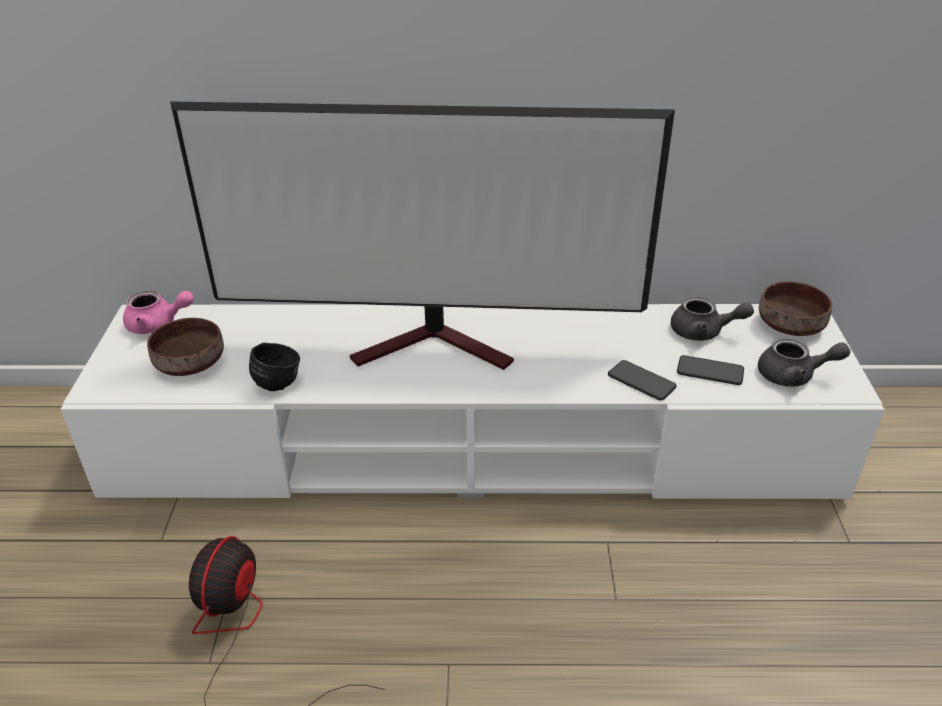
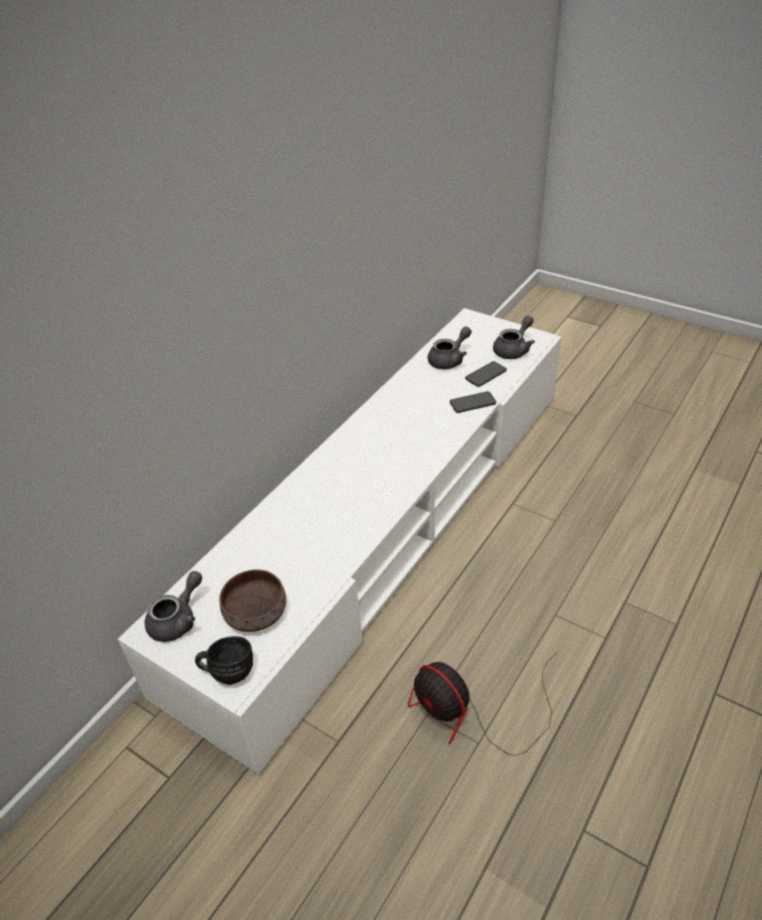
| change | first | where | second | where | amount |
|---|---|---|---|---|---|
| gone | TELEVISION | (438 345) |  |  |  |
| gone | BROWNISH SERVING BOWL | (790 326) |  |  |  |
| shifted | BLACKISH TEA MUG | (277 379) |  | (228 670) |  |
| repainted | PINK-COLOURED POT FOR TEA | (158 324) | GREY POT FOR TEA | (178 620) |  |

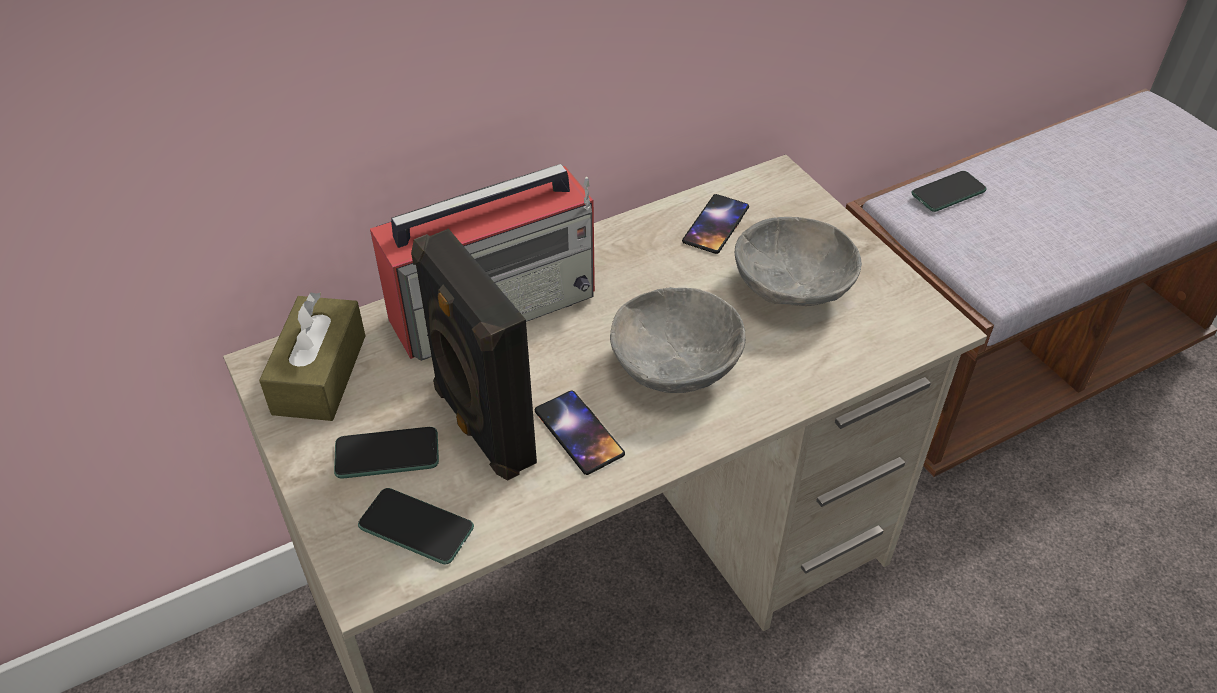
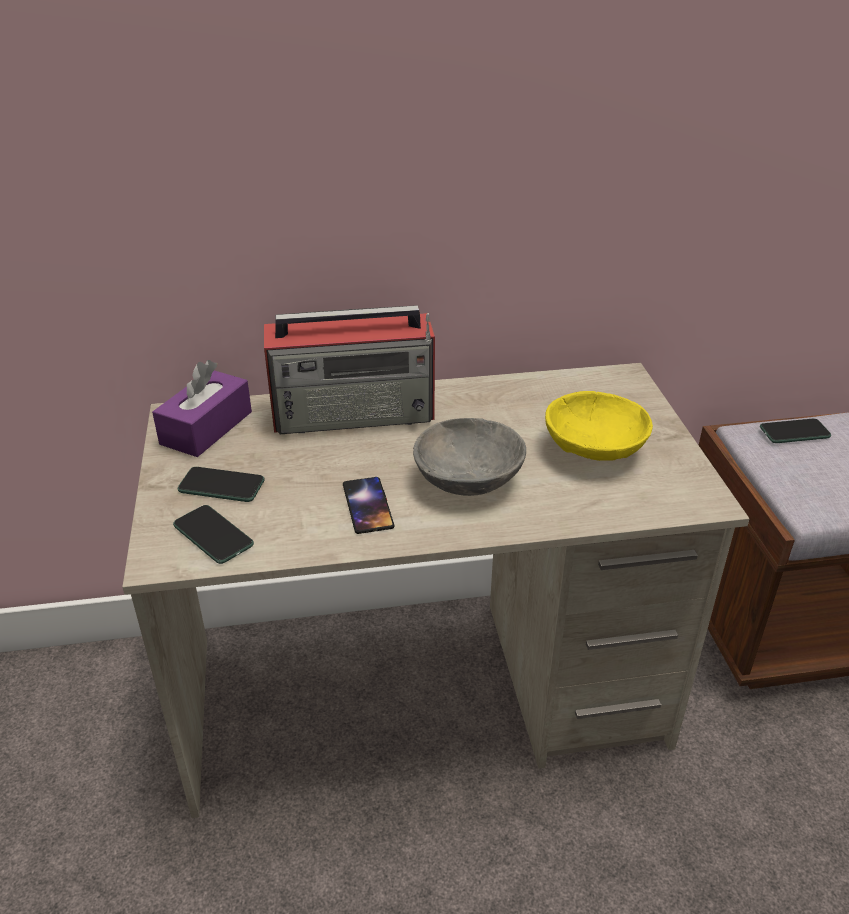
| change | first | where | second | where | amount |
|---|---|---|---|---|---|
| gone | BLACKISH LOUDSPEAKER | (481 427) |  |  |  |
| gone | HANDSET | (716 224) |  |  |  |
| repainted | BROWNISH TISSUE BOX | (319 374) | PURPLE-COLOURED TISSUE BOX | (206 428) |  |
| repainted | GREY SERVING BOWL | (793 290) | YELLOW-COLOURED SERVING BOWL | (594 451) |  |

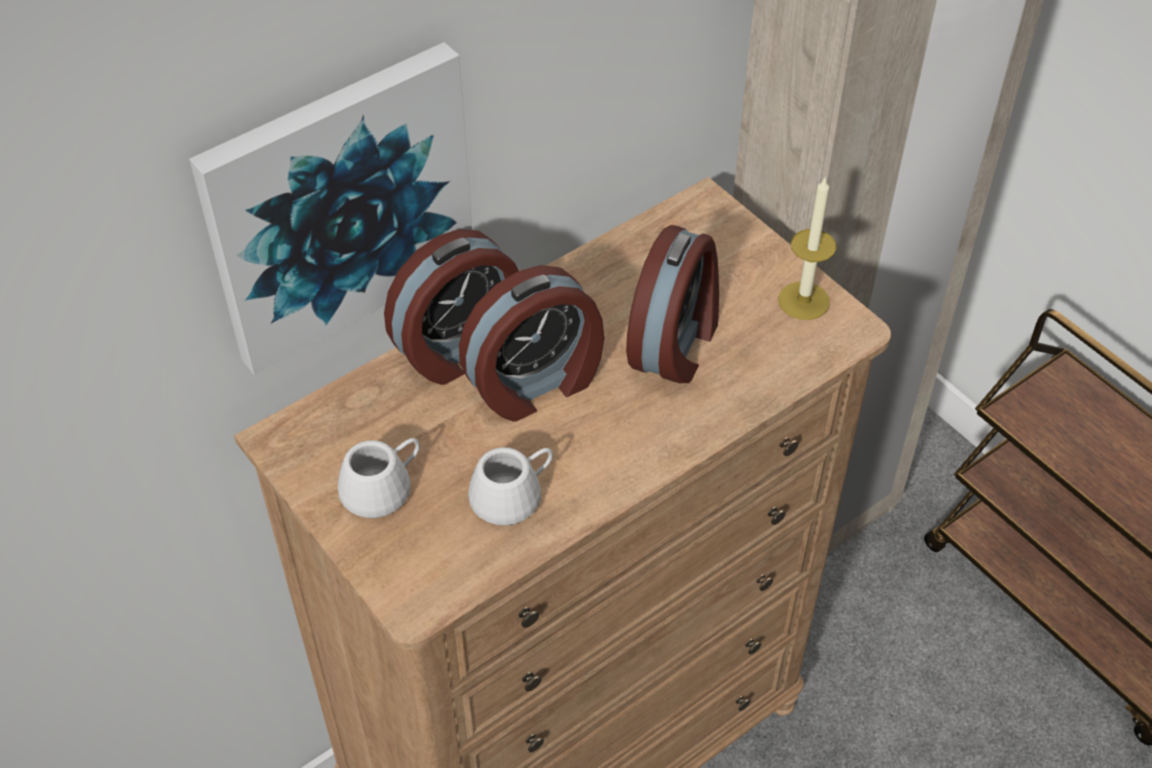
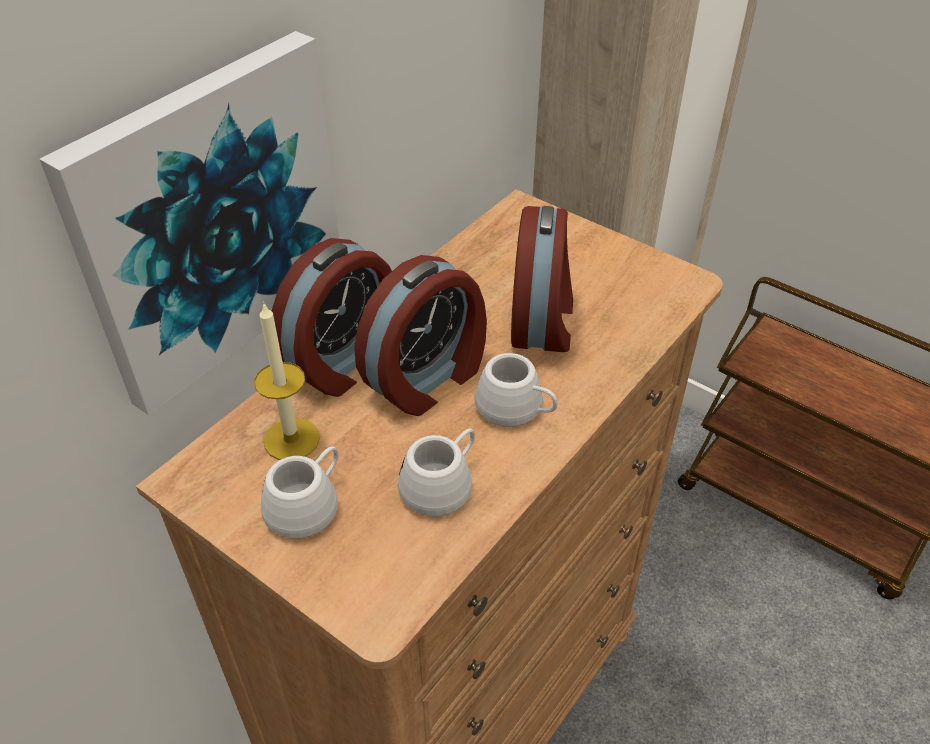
| change | first | where | second | where | amount |
|---|---|---|---|---|---|
| new |  |  | WHITISH TEA MUG | (516 409) |  |
| shifted | CANDLE | (803 301) |  | (291 439) |  |

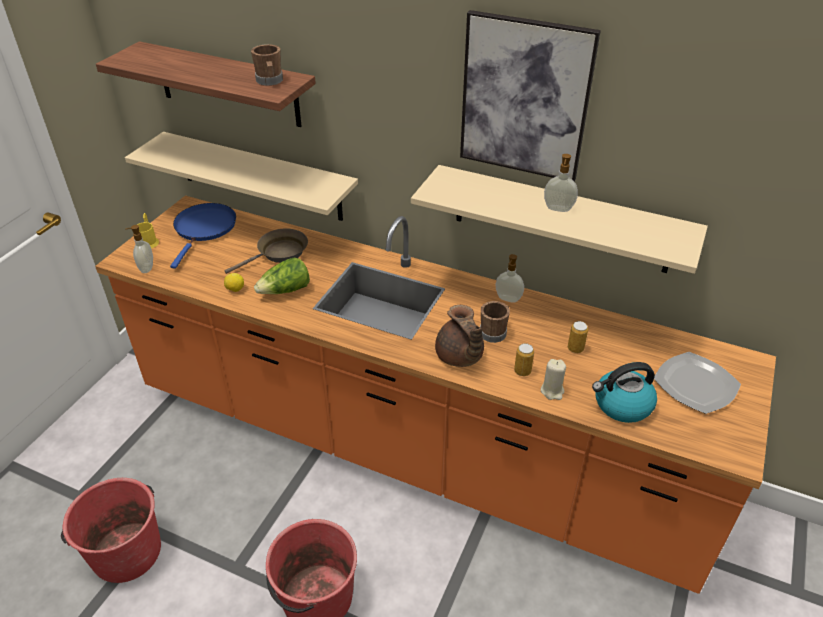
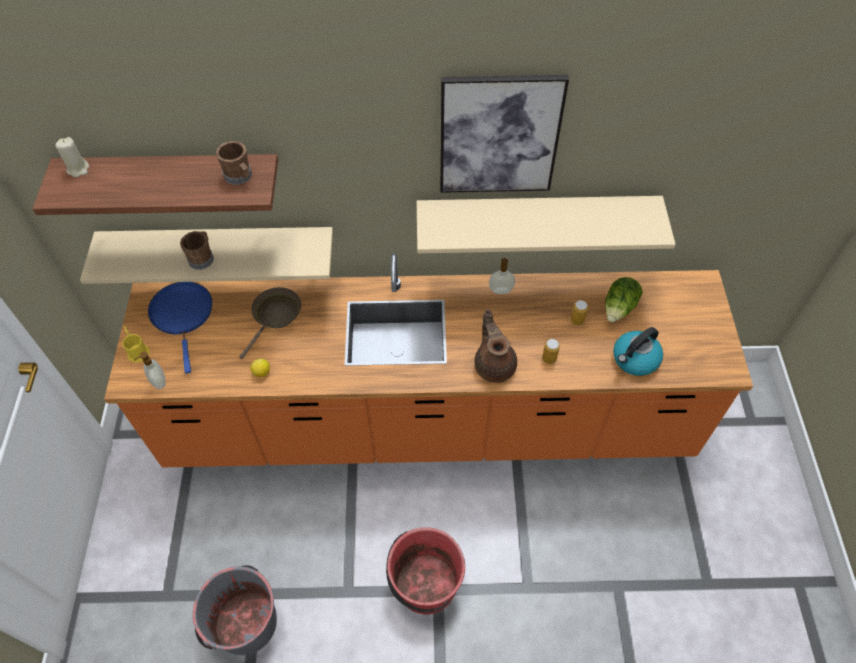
| change | first | where | second | where | amount |
|---|---|---|---|---|---|
| gone | SOAP BOTTLE | (558 209) |  |  |  |
| gone | PLATE | (695 384) |  |  |  |
| shifted | LETTUCE HEAD | (285 291) |  | (619 308) |  |
| shifted | BROWNISH TEA MUG | (494 332) |  | (202 257) |  |
| shifted | BEIGE-COLOURED CANDLE | (552 391) |  | (78 169) |  |
| repainted | REDDISH PAIL | (126 552) | GREY PAIL | (245 623) |  |
| rotated | BROWNISH POT FOR TEA | (459 357) |  | (494 365) | 150 degrees counterclockwise |

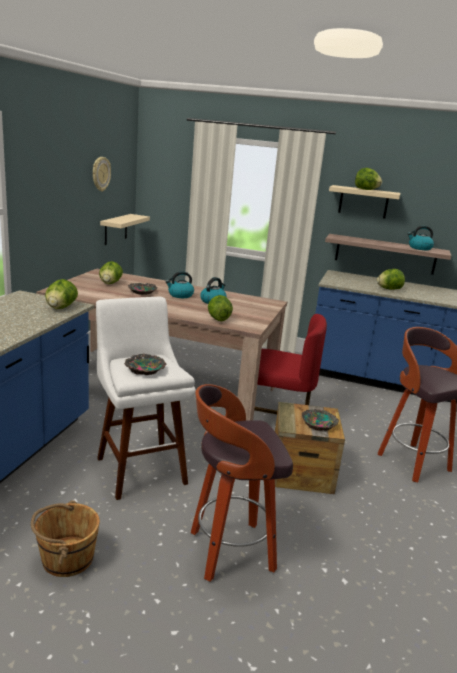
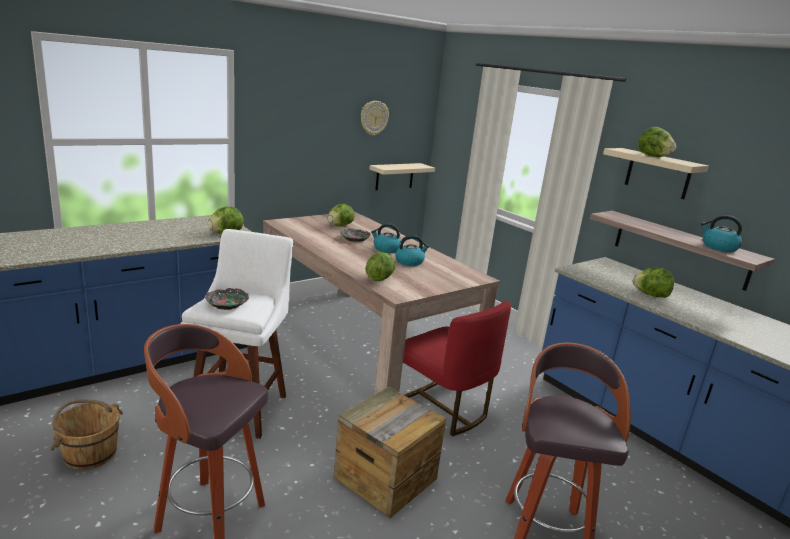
| change | first | where | second | where | amount |
|---|---|---|---|---|---|
| gone | SERVING BOWL | (319 423) |  |  |  |

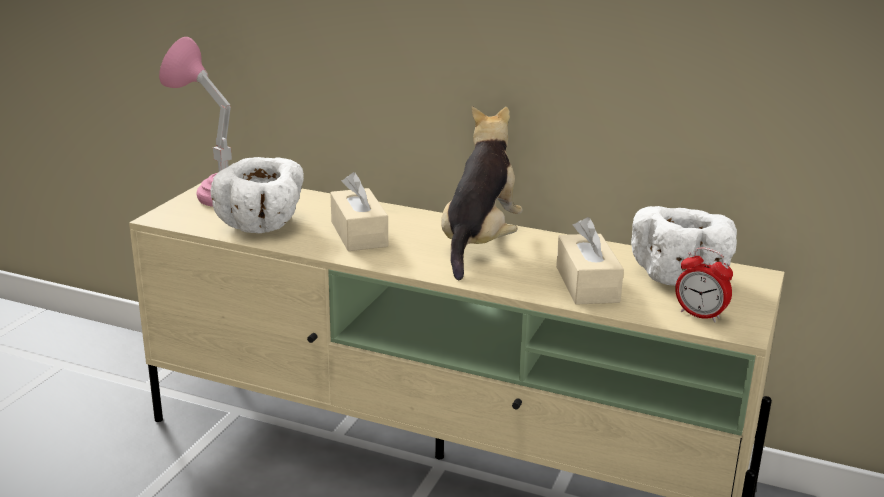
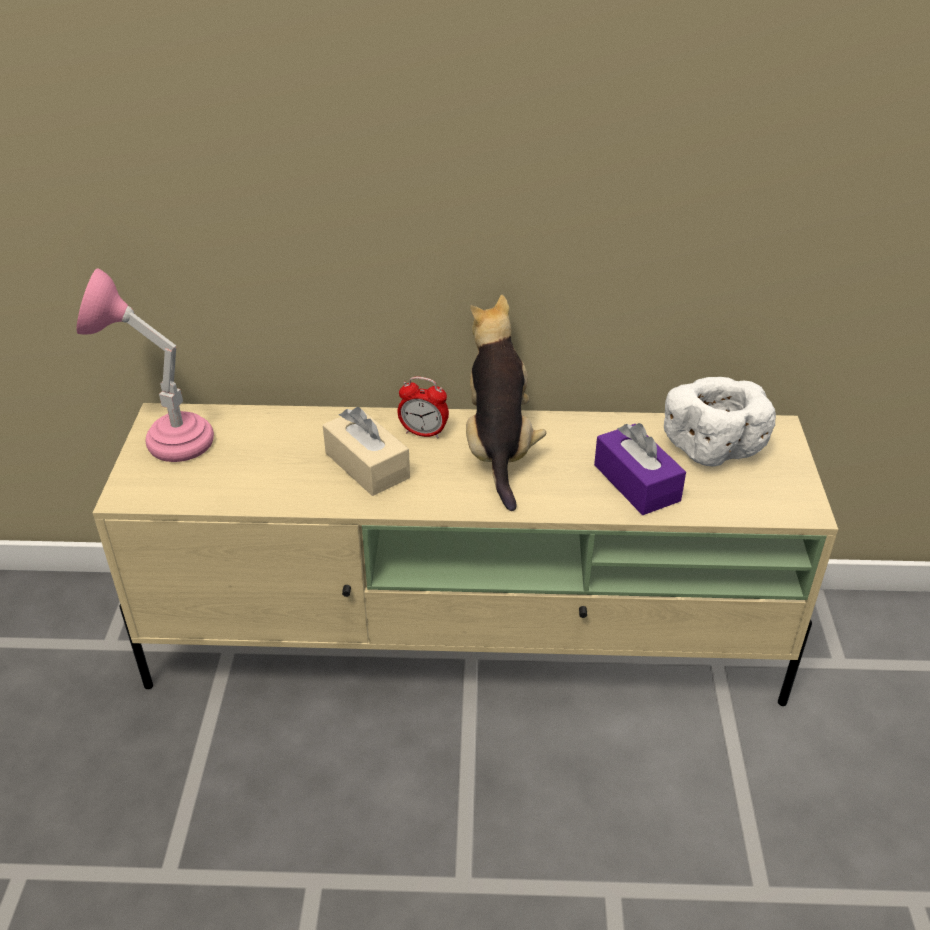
| change | first | where | second | where | amount |
|---|---|---|---|---|---|
| gone | WHITISH SERVING BOWL | (262 225) |  |  |  |
| shifted | TABLE CLOCK | (700 315) |  | (423 433) |  |
| repainted | BEIGE-COLOURED TISSUE BOX | (587 284) | PURPLE-COLOURED TISSUE BOX | (636 483) |  |

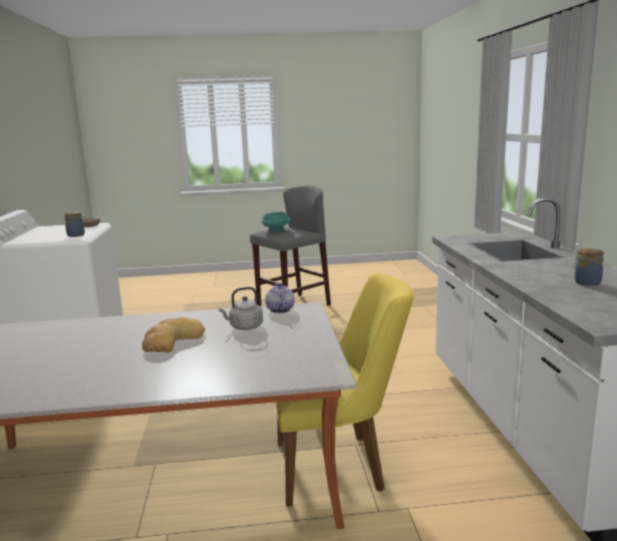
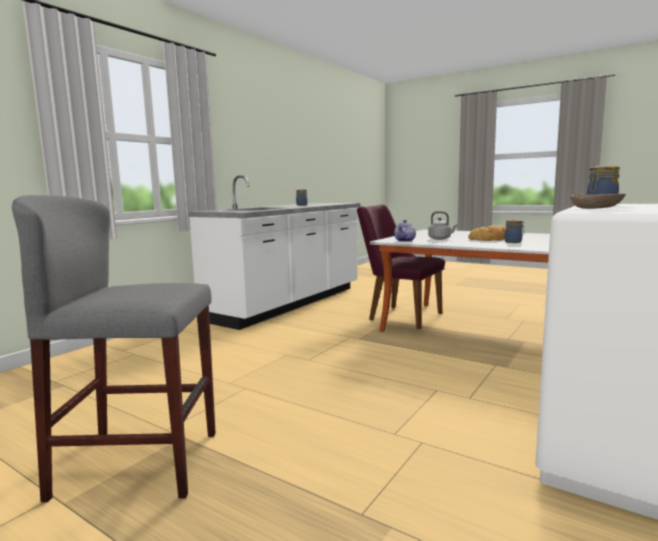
| change | first | where | second | where | amount |
|---|---|---|---|---|---|
| gone | TURQUOISE SERVING BOWL | (276 230) |  |  |  |
| new |  |  | JAR | (514 242) |  |
| repainted | YELLOW-COLOURED UPRIGHT CHAIR | (339 465) | PURPLE-COLOURED UPRIGHT CHAIR | (398 315) |  |

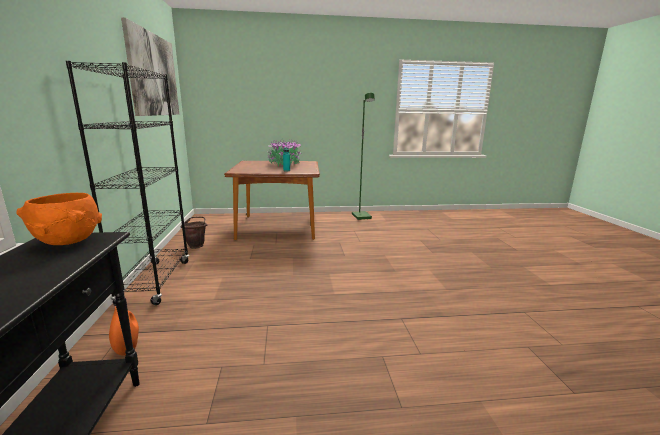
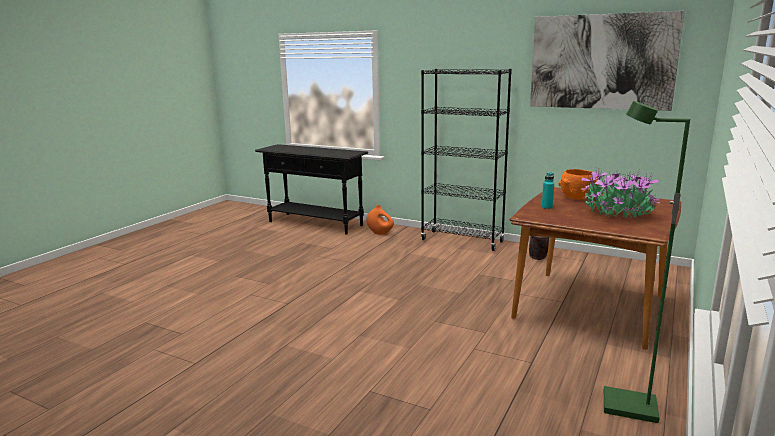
| change | first | where | second | where | amount |
|---|---|---|---|---|---|
| shifted | ORANGEY SERVING BOWL | (68 241) |  | (577 198) |  |

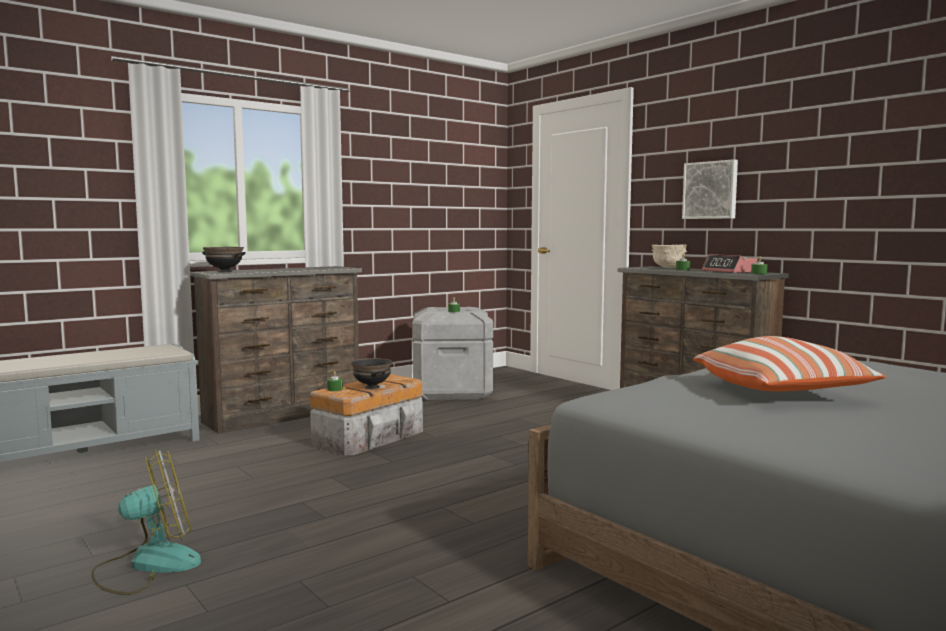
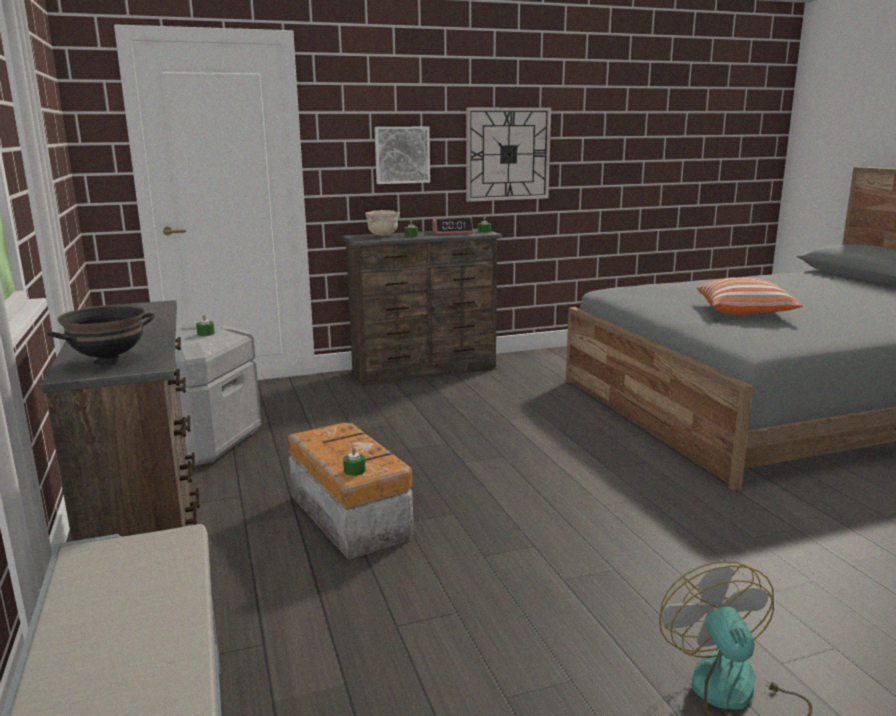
| change | first | where | second | where | amount |
|---|---|---|---|---|---|
| gone | BLACKISH SERVING BOWL | (372 387) |  |  |  |
| new |  |  | CLOCK ON THE WALL | (507 154) |  |

